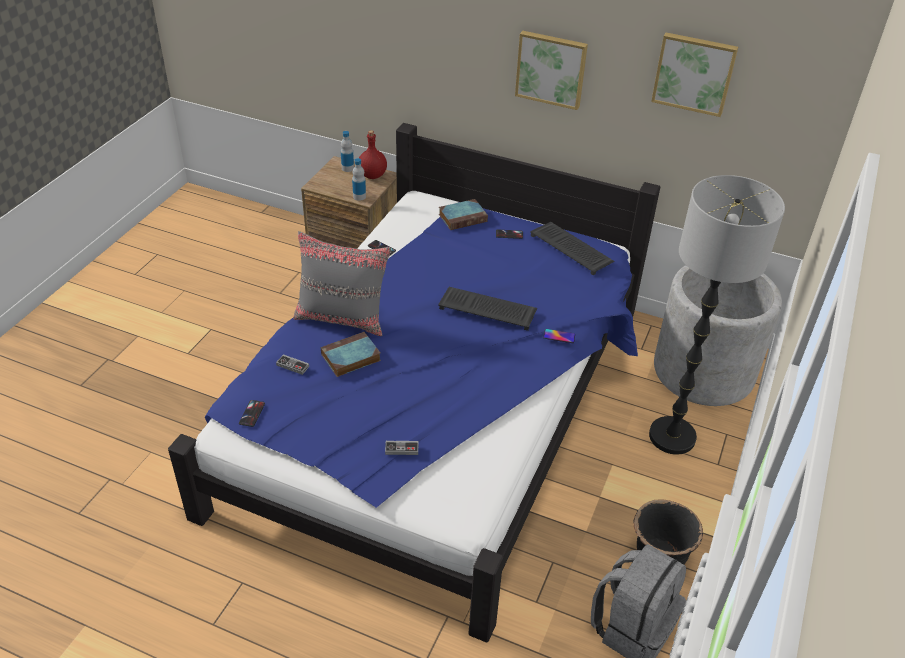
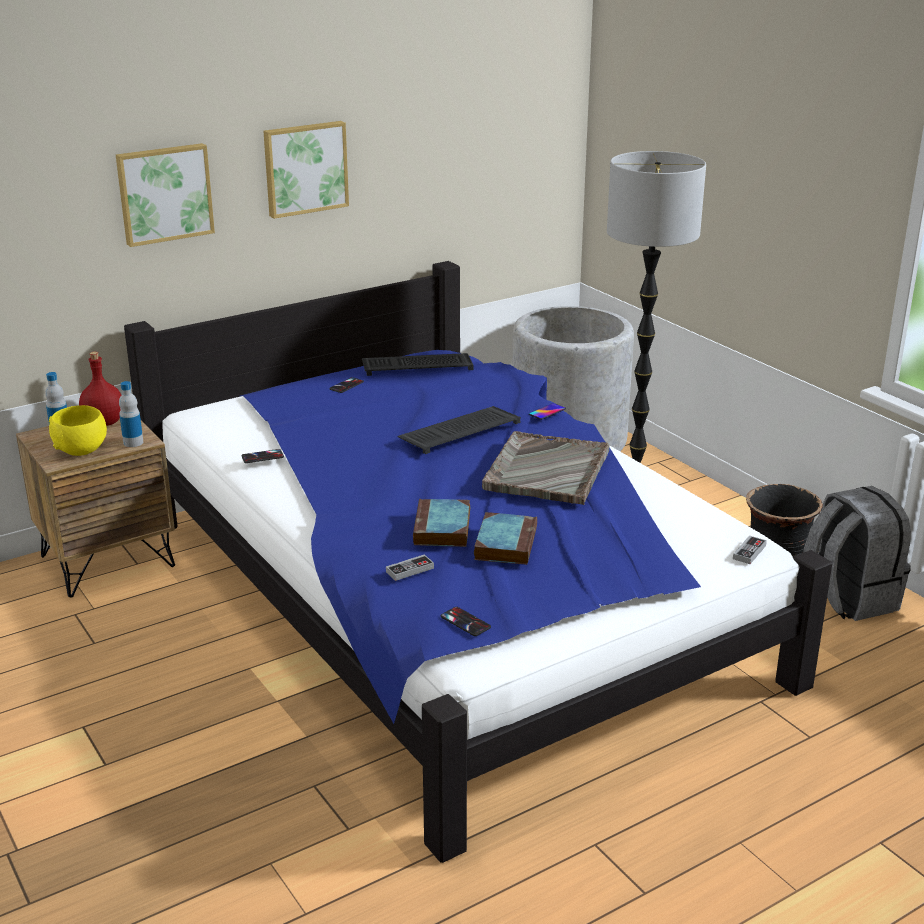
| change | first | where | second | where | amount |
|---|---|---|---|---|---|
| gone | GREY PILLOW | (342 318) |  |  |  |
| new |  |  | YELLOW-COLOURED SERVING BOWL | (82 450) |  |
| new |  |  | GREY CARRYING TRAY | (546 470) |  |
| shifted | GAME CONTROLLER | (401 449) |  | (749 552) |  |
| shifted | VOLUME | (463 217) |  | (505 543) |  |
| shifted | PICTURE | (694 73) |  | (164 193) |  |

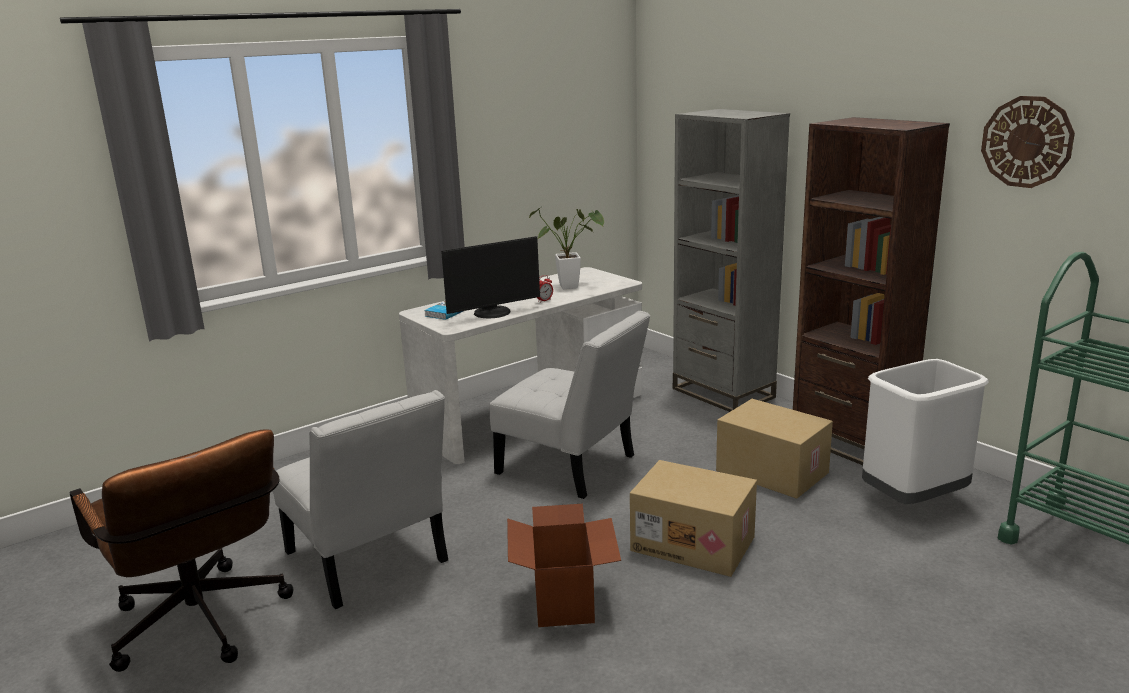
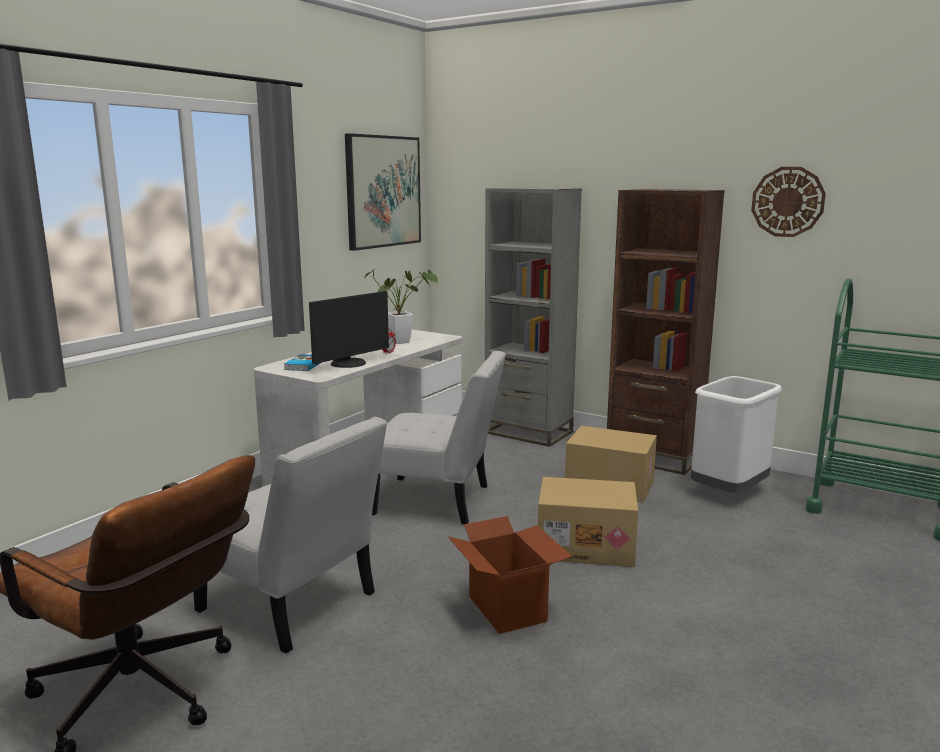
| change | first | where | second | where | amount |
|---|---|---|---|---|---|
| new |  |  | PICTURE | (383 191) |  |

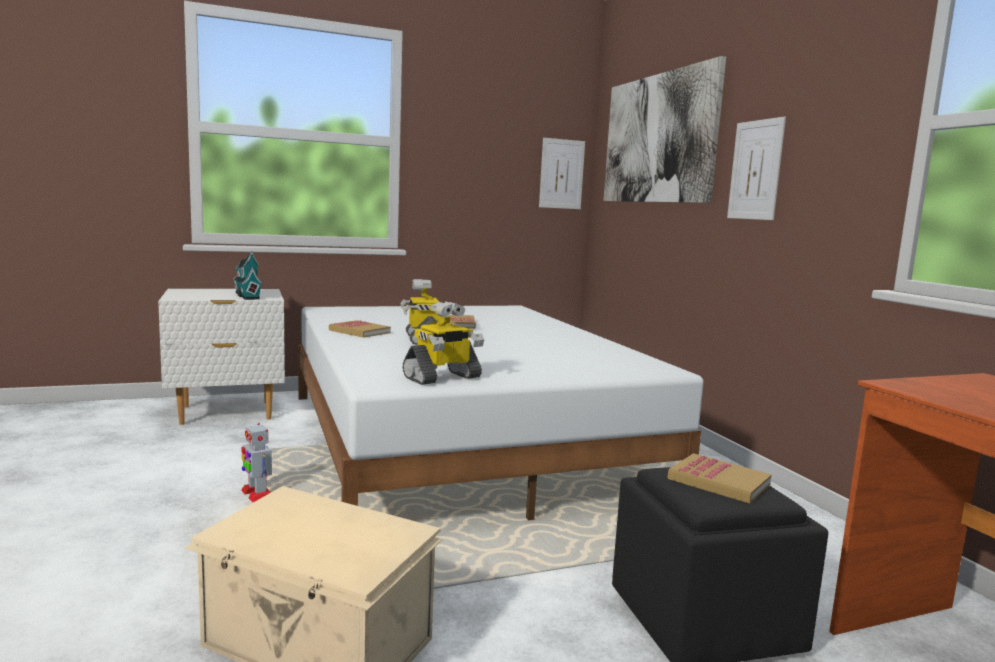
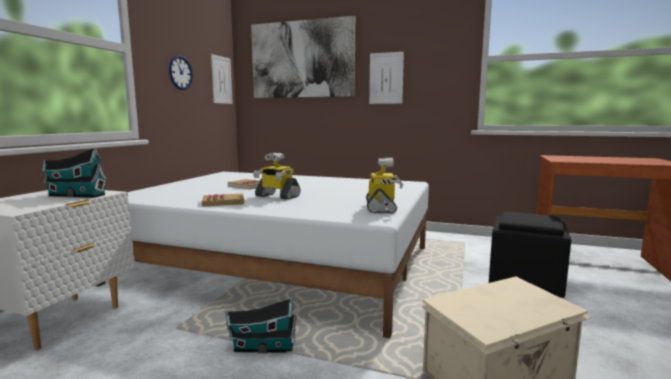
| change | first | where | second | where | amount |
|---|---|---|---|---|---|
| gone | VOLUME | (718 482) |  |  |  |
| new |  |  | CLOCK ON THE WALL | (180 73) |  |
| swapped | MODEL ROBOT | (257 494) | MINIATURE HOUSE | (262 347) |  |

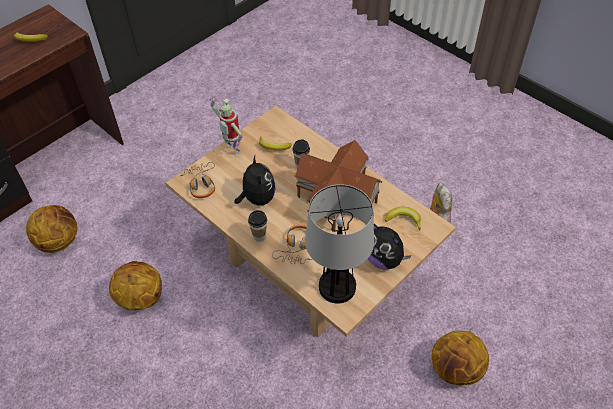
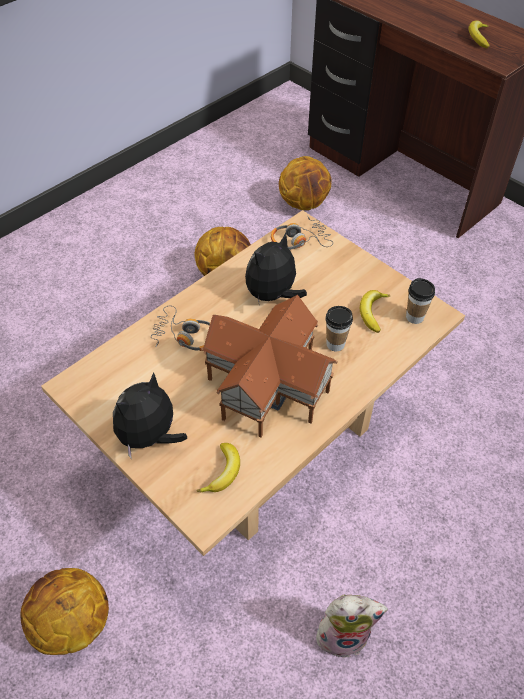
| change | first | where | second | where | amount |
|---|---|---|---|---|---|
| gone | MODEL ROBOT | (232 151) |  |  |  |
| gone | LAMP FOR A TABLE | (337 288) |  |  |  |
| shifted | SMALL CUP | (259 236) |  | (414 317) |  |
| rotated | SOFT TOY | (257 199) |  | (272 295) | 150 degrees clockwise |

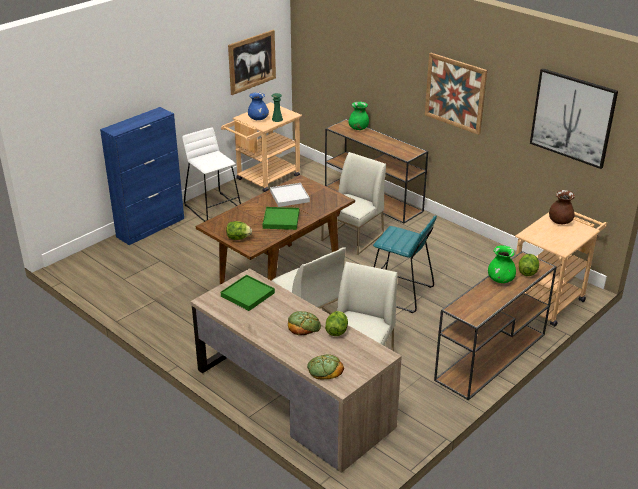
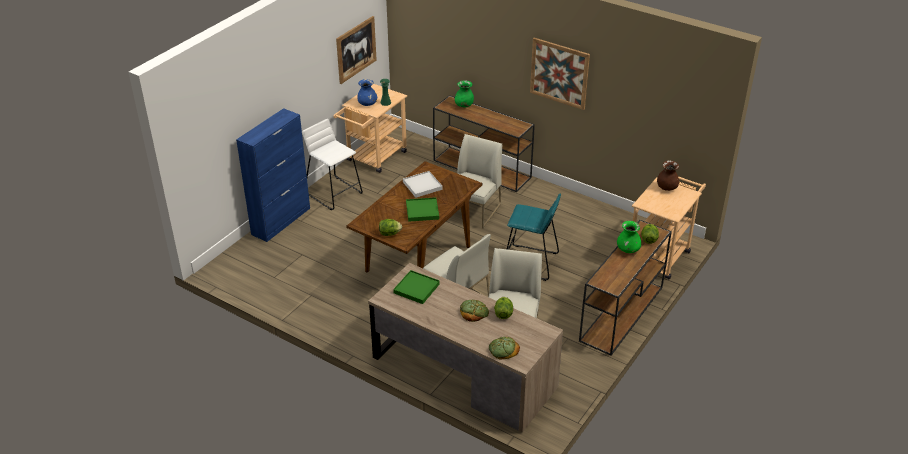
| change | first | where | second | where | amount |
|---|---|---|---|---|---|
| gone | PICTURE | (572 117) |  |  |  |

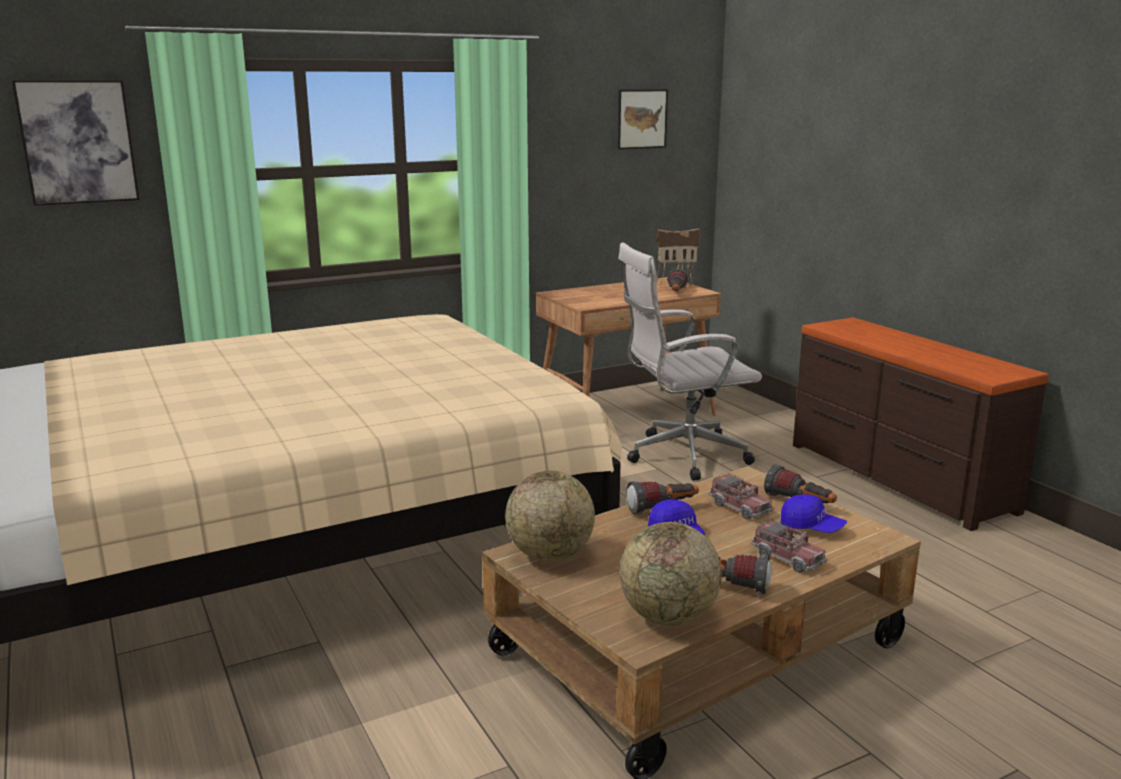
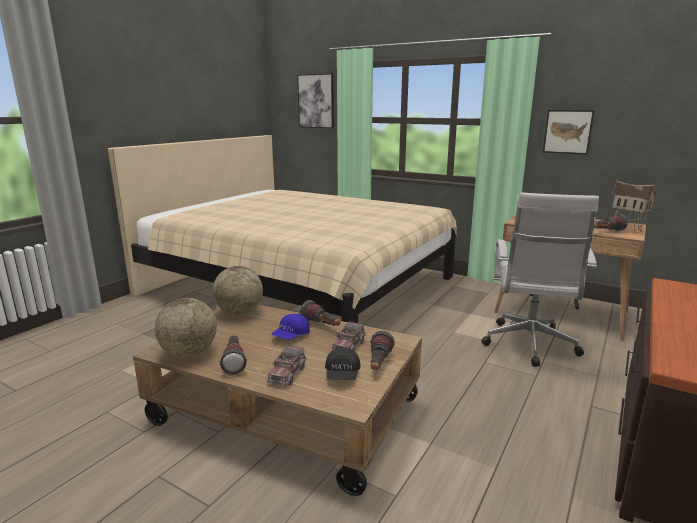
| change | first | where | second | where | amount |
|---|---|---|---|---|---|
| shifted | PICTURE | (642 119) |  | (567 132) |  |
| repainted | BLUISH PEAKED CAP | (811 528) | BLACKISH PEAKED CAP | (342 374) |  |
| rotated | WHITISH DESK CHAIR | (682 456) |  | (529 346) | 120 degrees counterclockwise |

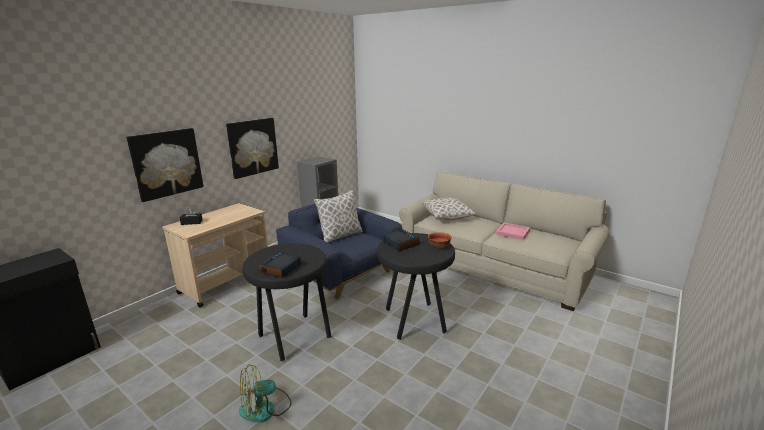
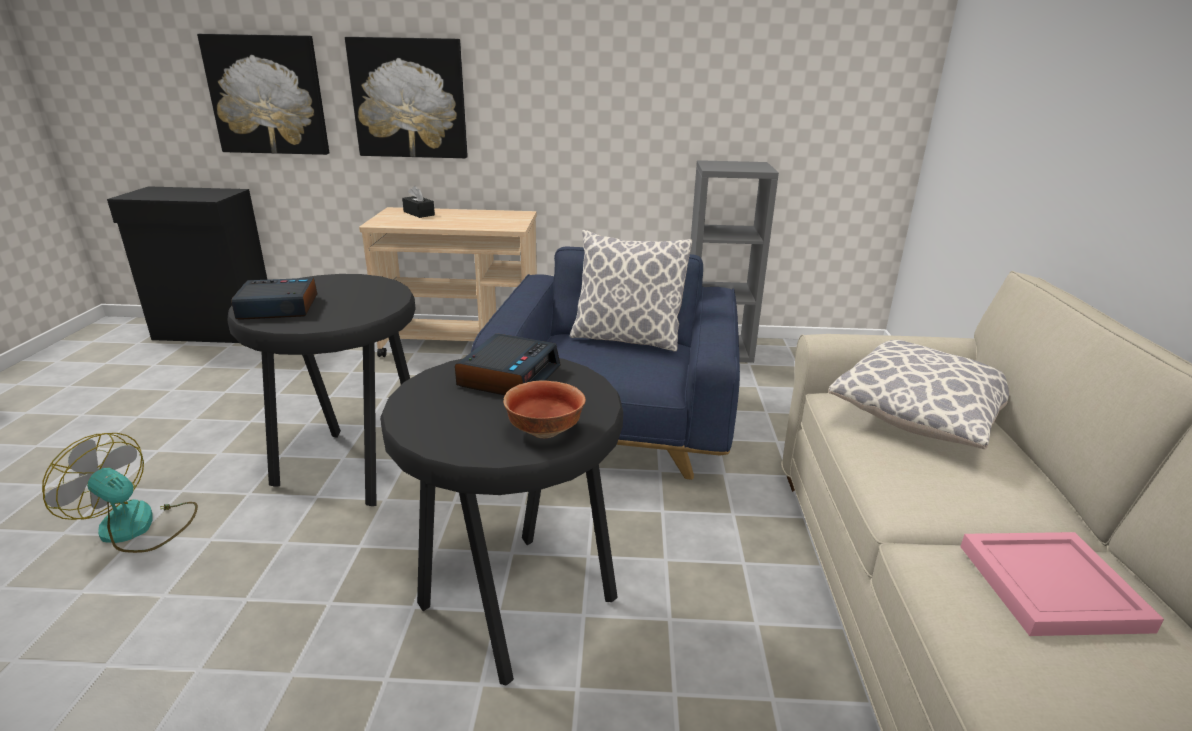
| change | first | where | second | where | amount |
|---|---|---|---|---|---|
| shifted | PICTURE | (252 147) |  | (267 95) |  |

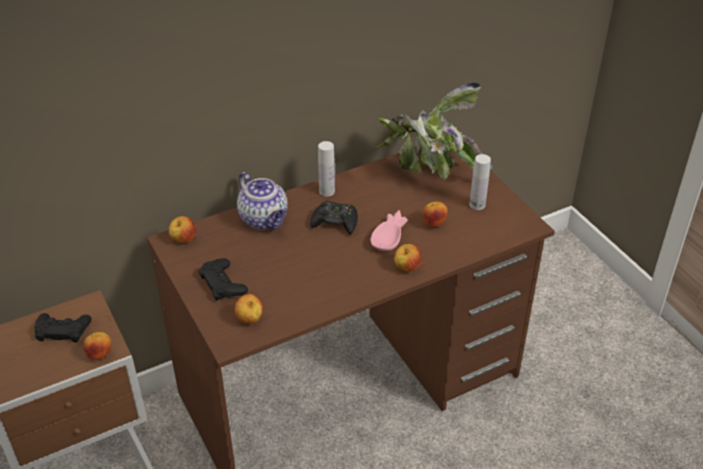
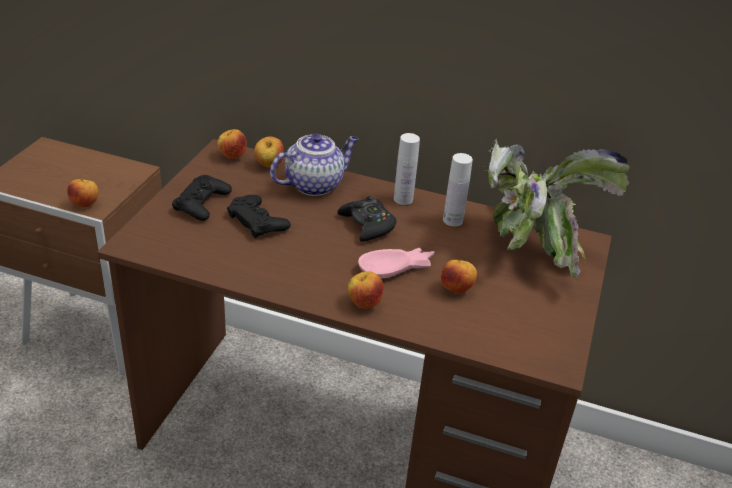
| change | first | where | second | where | amount |
|---|---|---|---|---|---|
| shifted | BLACKISH GAME CONTROLLER | (62 330) |  | (258 221) |  |
| shifted | APPLE | (250 320) |  | (269 165) |  |
| shifted | WHITISH DRINK BOTTLE | (477 205) |  | (452 220) |  |
| rotated | POT FOR TEA | (264 219) |  | (315 184) | 135 degrees counterclockwise |

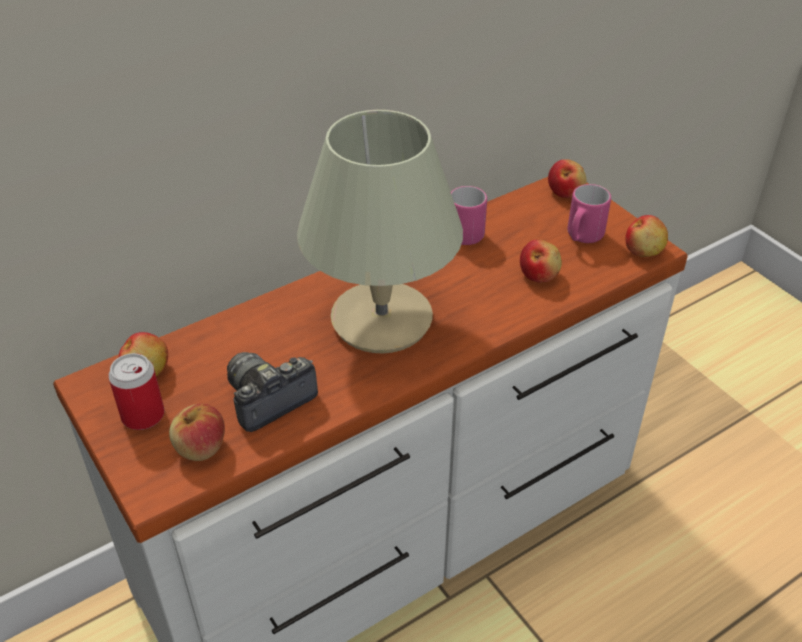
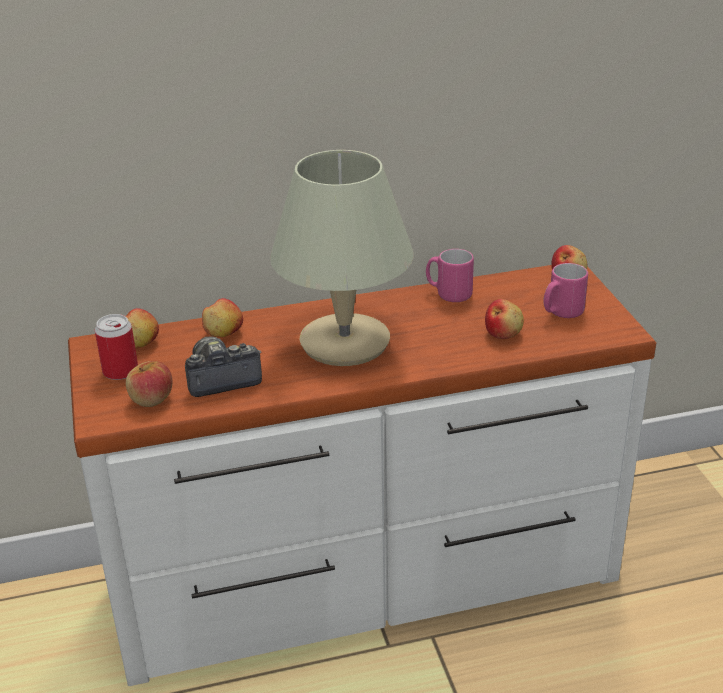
| change | first | where | second | where | amount |
|---|---|---|---|---|---|
| shifted | APPLE | (644 250) |  | (223 333) |  |

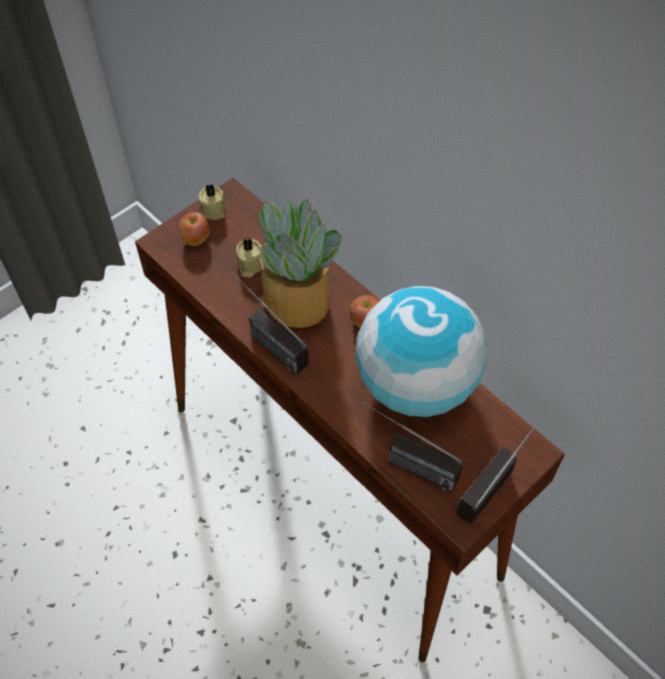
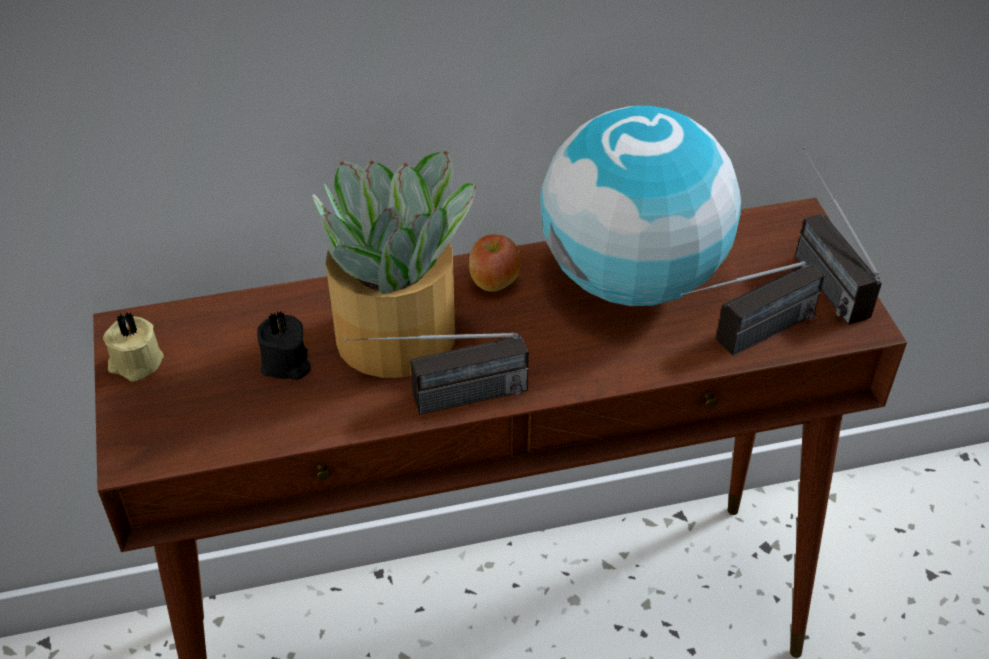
| change | first | where | second | where | amount |
|---|---|---|---|---|---|
| gone | APPLE | (196 239) |  |  |  |
| repainted | BEIGE-COLOURED CANDLE | (249 266) | BLACKISH CANDLE | (286 364) |  |

